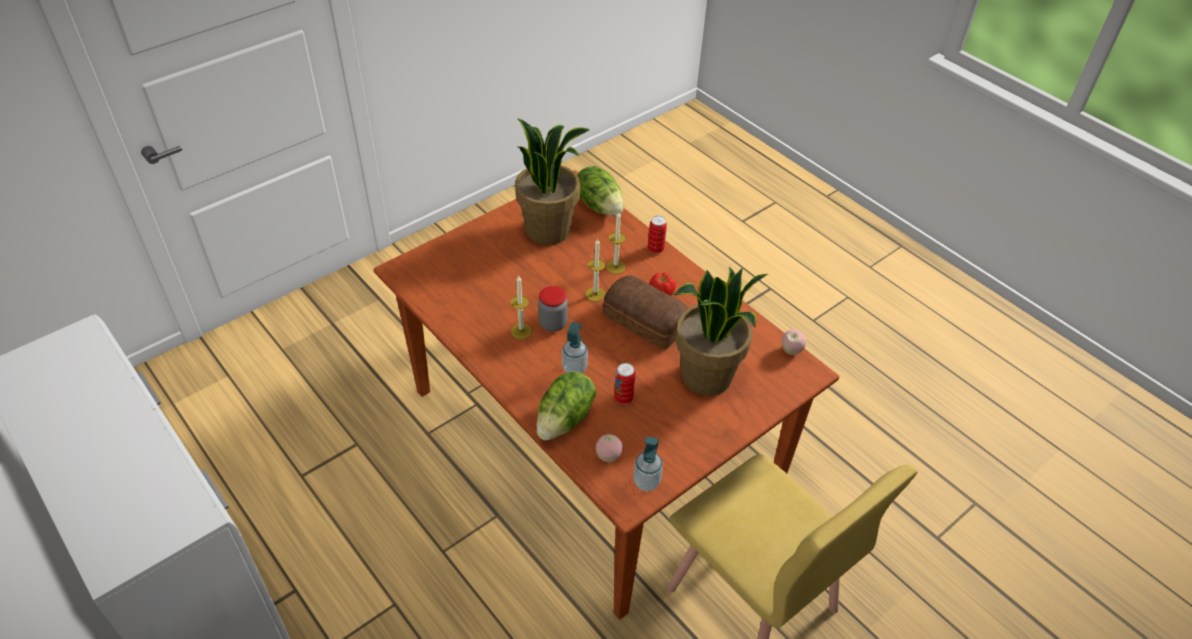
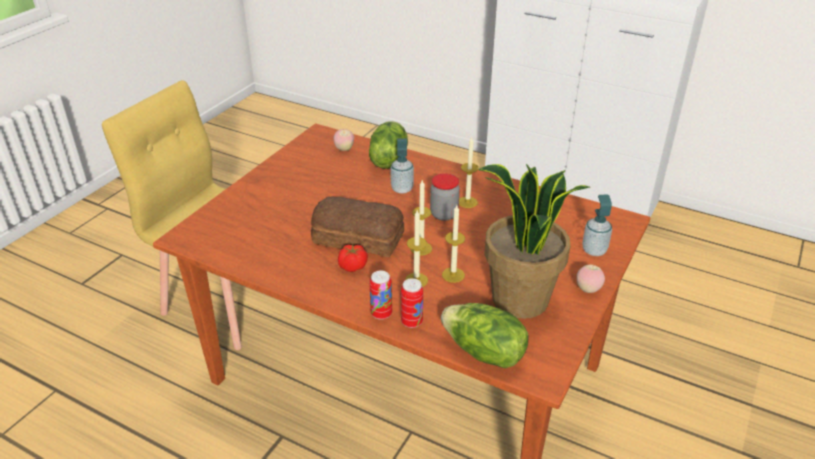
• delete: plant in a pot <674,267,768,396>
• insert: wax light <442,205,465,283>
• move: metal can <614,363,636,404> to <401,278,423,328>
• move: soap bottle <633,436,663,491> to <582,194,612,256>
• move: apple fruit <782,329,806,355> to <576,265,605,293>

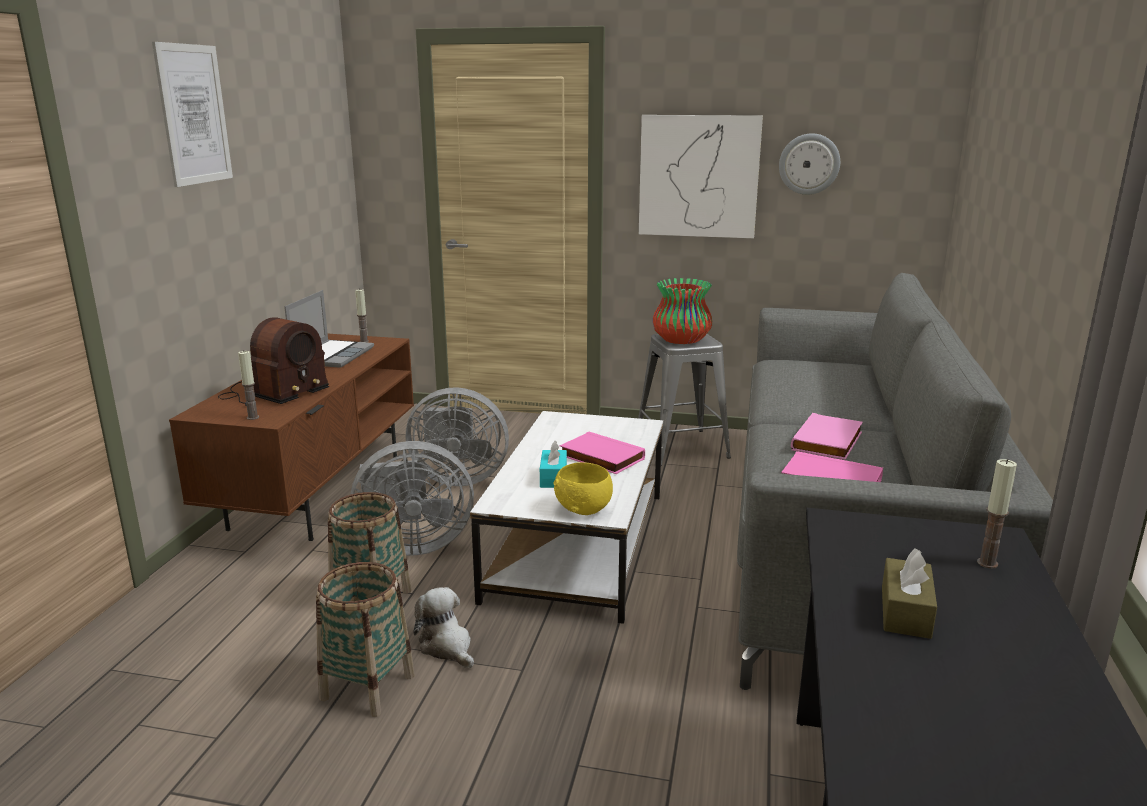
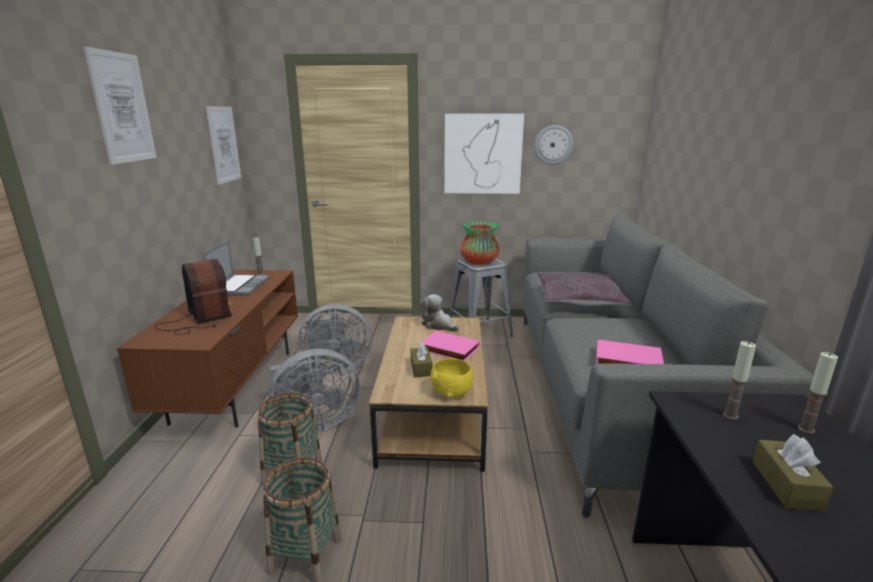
• delete: pink book <791,413,863,460>
• insert: wall art <206,106,241,185>
• insert: gray throw pillow <537,272,632,306>
• move: wax light <238,350,259,420> to <723,341,756,420>
• move: soft toy <413,587,474,668> to <421,294,459,332>
• recolor: white-coloured coffee table <470,411,663,624> to brown-coloured coffee table <369,316,488,472>
• recolor: turquoise-coloured box of tissues <540,441,567,488> to brown-coloured box of tissues <411,342,432,377>
• rotate: radio set <218,317,329,406> = <155,259,232,335> 60 degrees counterclockwise

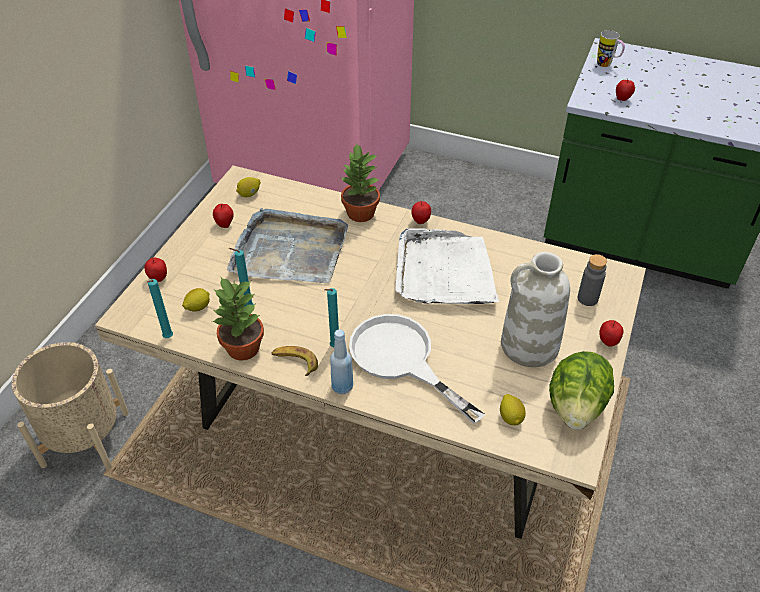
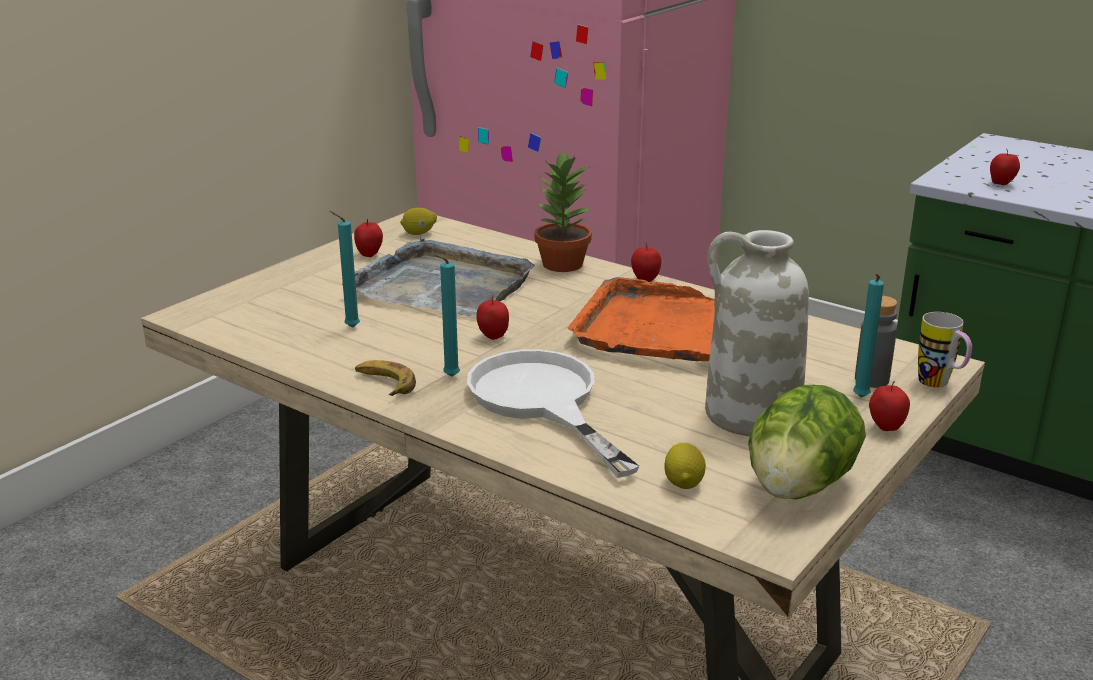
• delete: beige-coloured plant pot <12,342,129,469>
• delete: citrus fruit <182,288,210,312>
• delete: plant in a pot <212,276,264,361>
• delete: blue bottle <330,329,353,394>
• move: apple fruit <144,257,167,282> to <476,295,509,340>
• move: turquoise-coloured wax light <147,279,173,338> to <853,274,884,397>
• move: tea mug <597,30,625,67> to <918,312,972,388>
• recolor: white-coloured carrying tray <395,228,499,304> to orangey carrying tray <568,277,715,361>

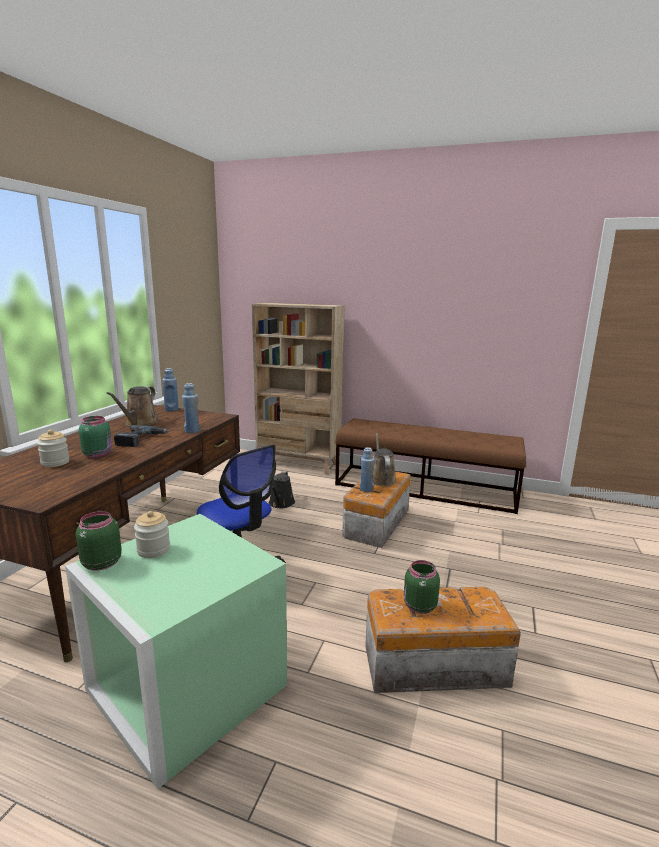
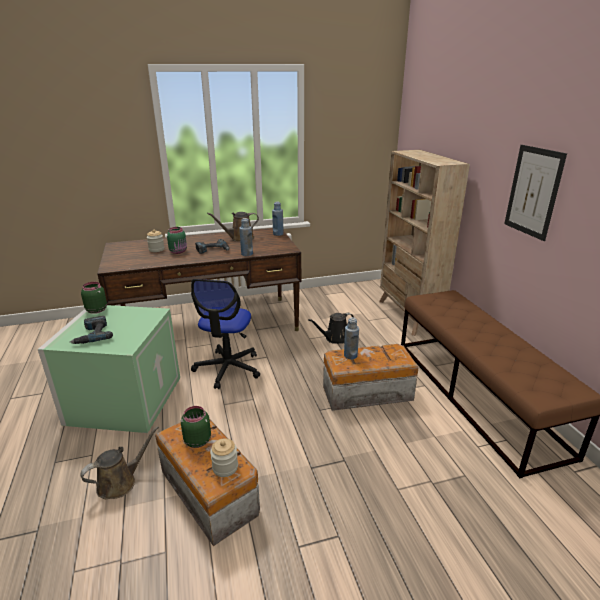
• insert: drill <70,316,113,344>
• insert: wall art <504,145,567,241>
• move: jar <134,511,170,558> to <210,438,238,477>
• move: brown-coloured watering pot <373,433,397,486> to <80,426,159,499>

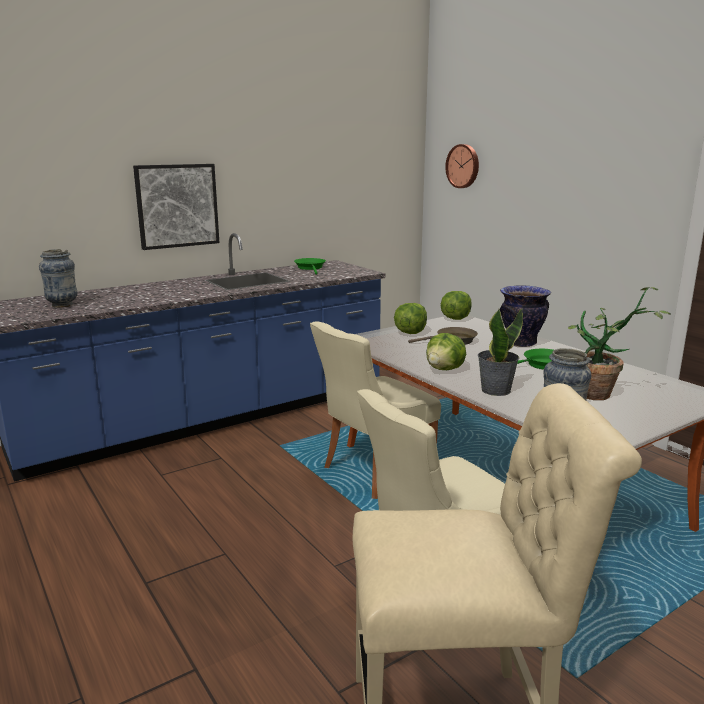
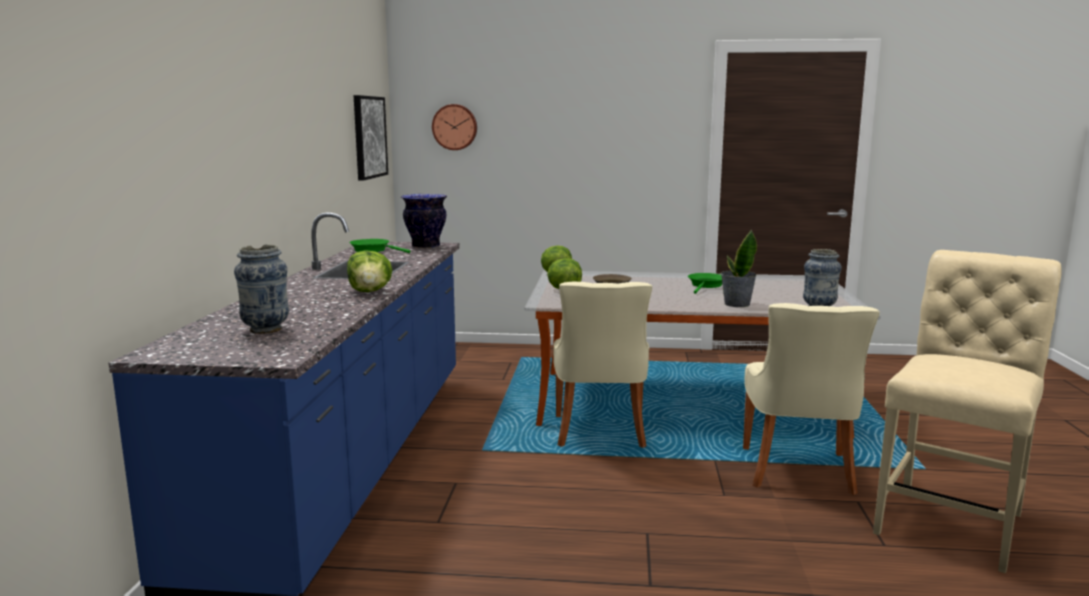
• delete: plant in a pot <568,287,671,400>
• move: wall art <133,164,219,250> to <354,95,388,181>
• move: lettuce head <426,333,466,370> to <347,250,392,292>
• move: vase <500,286,551,347> to <401,194,447,249>

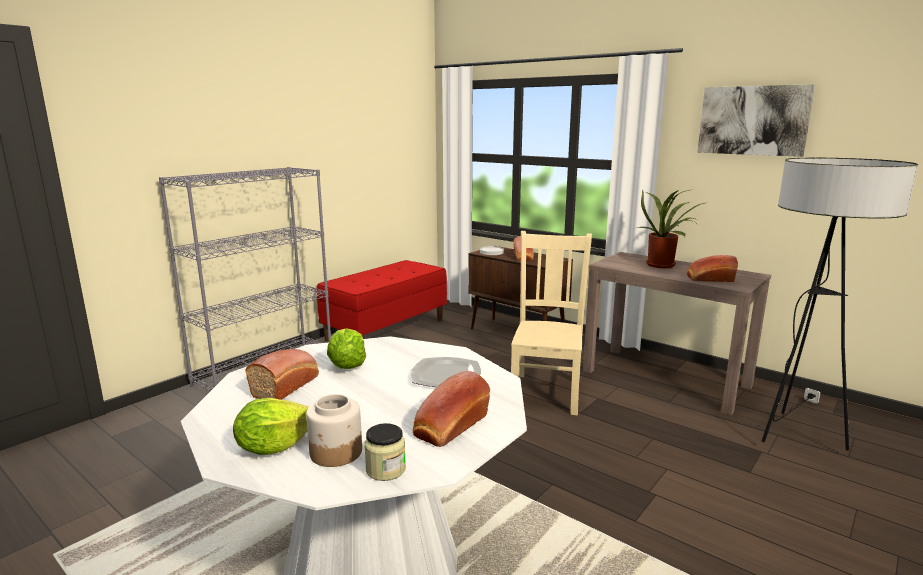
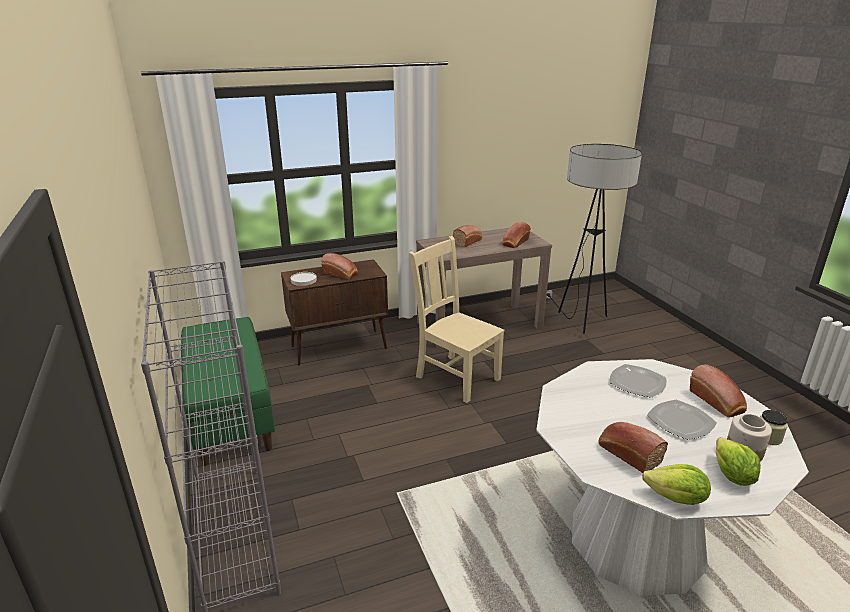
• delete: wall art <697,84,815,157>
• insert: plate <647,400,717,440>
• move: lettuce head <327,328,366,369> to <642,464,711,505>
• replace: plant in a pot <637,189,705,268> to baked bread <453,225,482,248>
• recolor: red-coloured long seat <317,260,447,342> to greenish long seat <181,317,275,466>

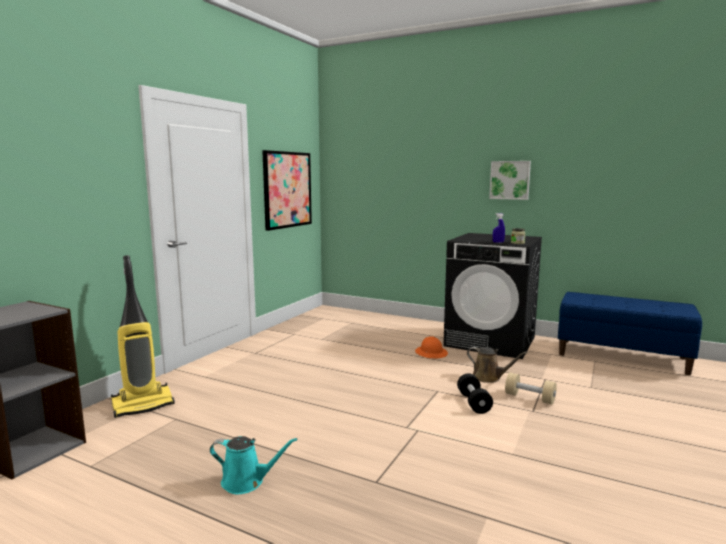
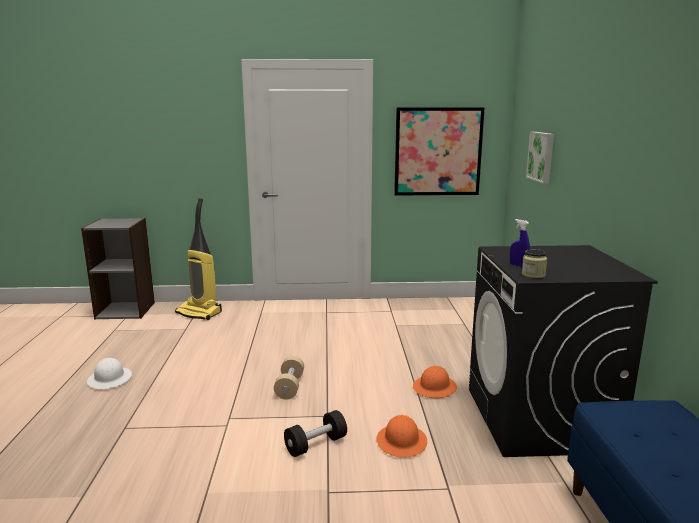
• move: wall art <489,161,531,200> to <526,132,554,184>
• move: beige-coloured dumbbell <505,373,557,404> to <274,356,304,400>
• replace: turquoise-coloured watering pot <210,436,298,494> to white-coloured hard hat <87,358,132,389>
• replace: brown-coloured watering pot <467,347,528,383> to orangey hard hat <377,415,427,458>

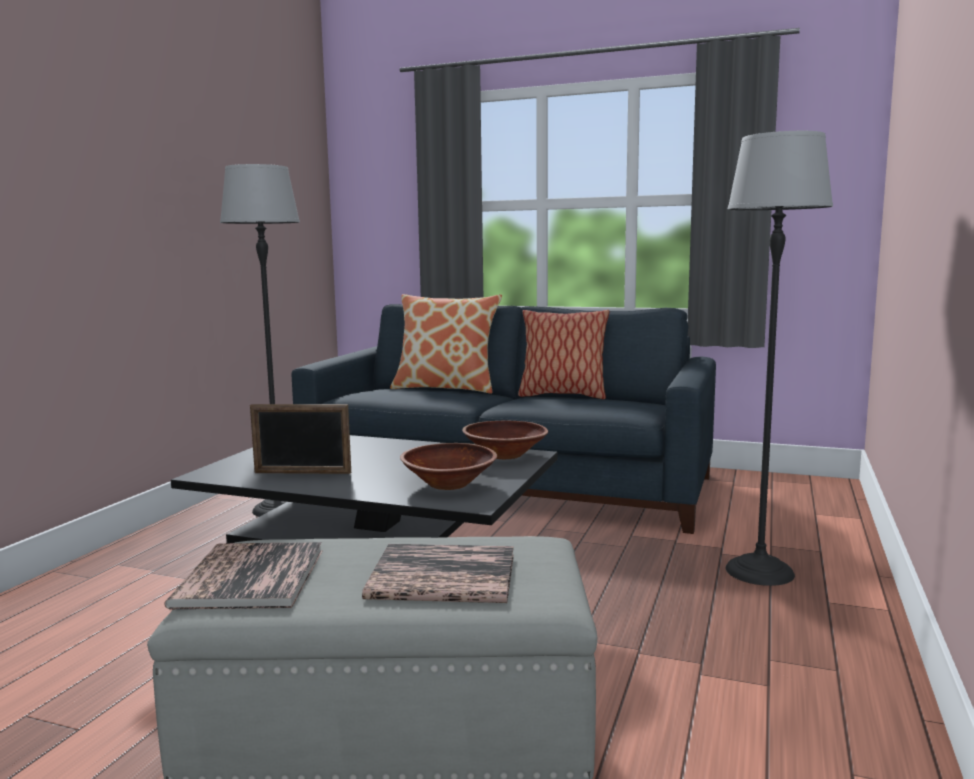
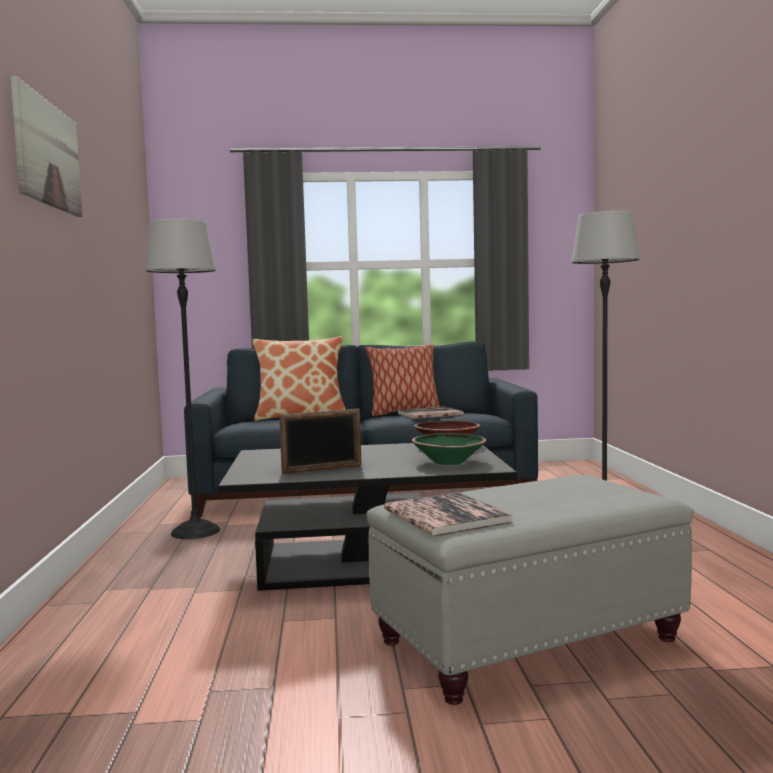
• insert: wall art <11,76,82,217>
• move: book <362,544,514,603> to <398,406,464,419>
• recolor: brown-coloured bowl <400,443,497,490> to greenish bowl <412,433,486,465>

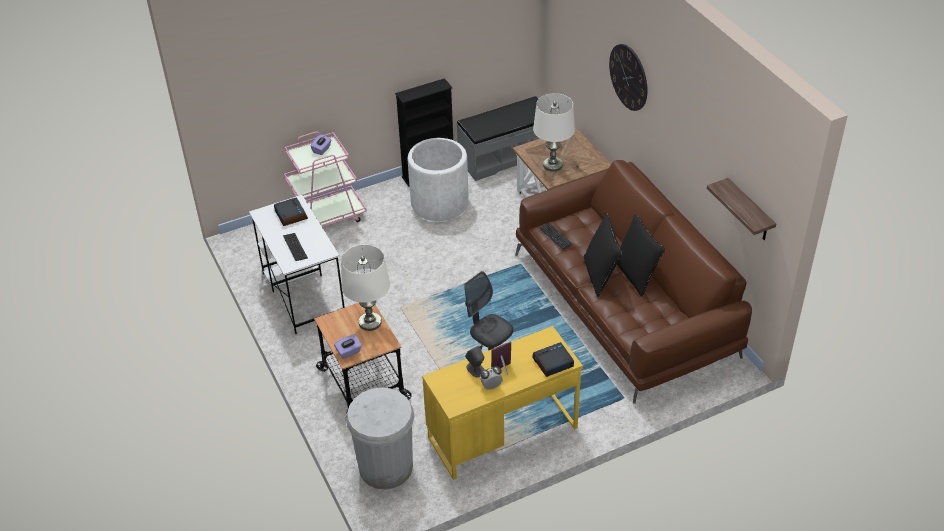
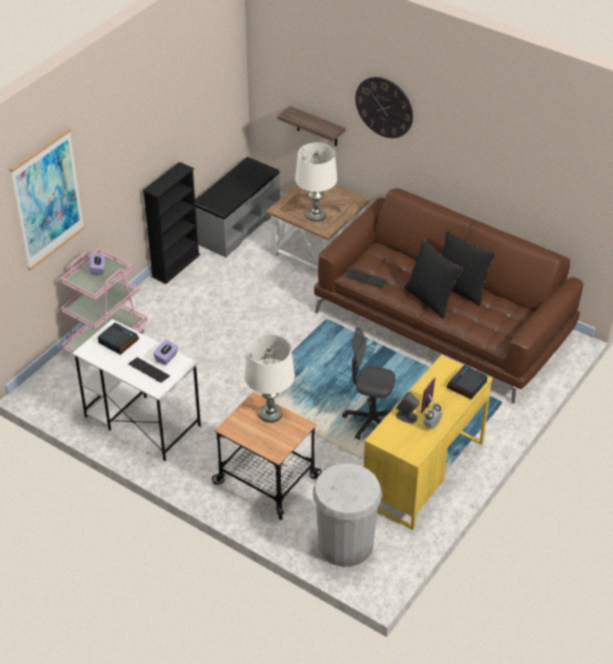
• delete: white-coloured plant pot <408,138,469,221>
• insert: wall art <10,128,85,270>
• move: purple box of tissues <334,334,362,359> to <153,340,178,365>
• move: shelf <707,178,776,240> to <277,106,345,146>

